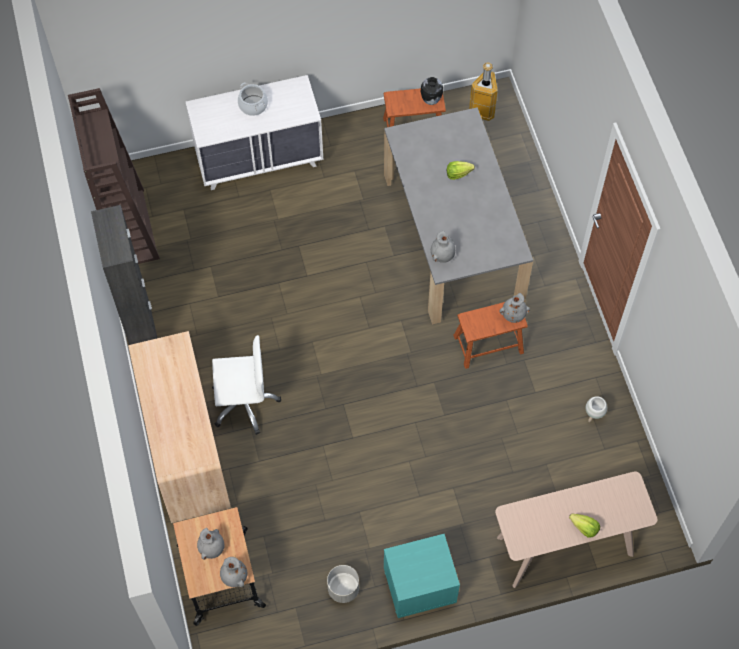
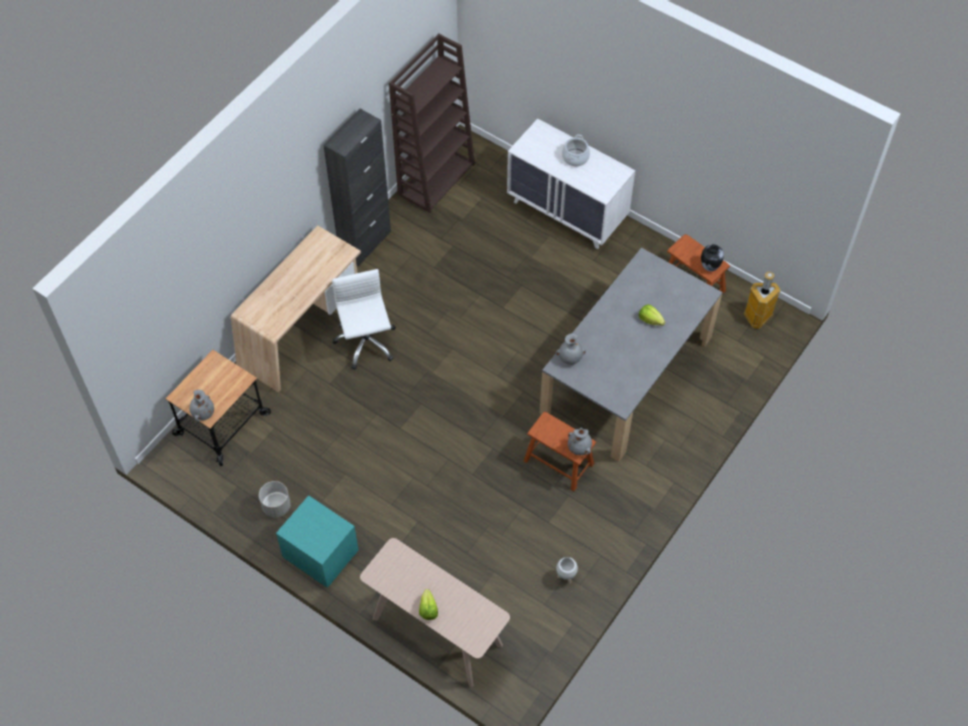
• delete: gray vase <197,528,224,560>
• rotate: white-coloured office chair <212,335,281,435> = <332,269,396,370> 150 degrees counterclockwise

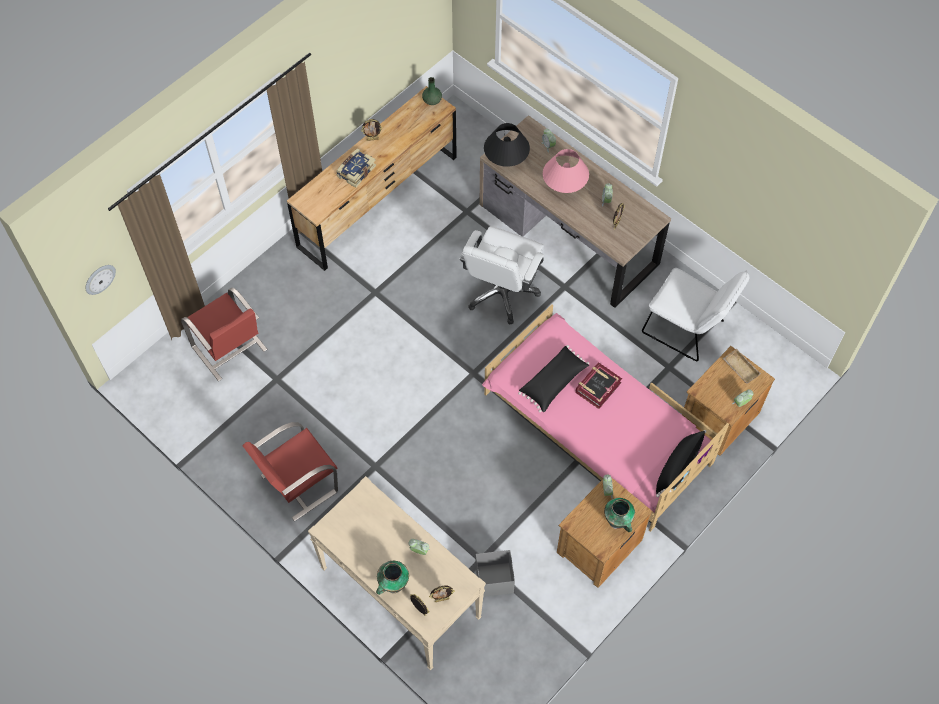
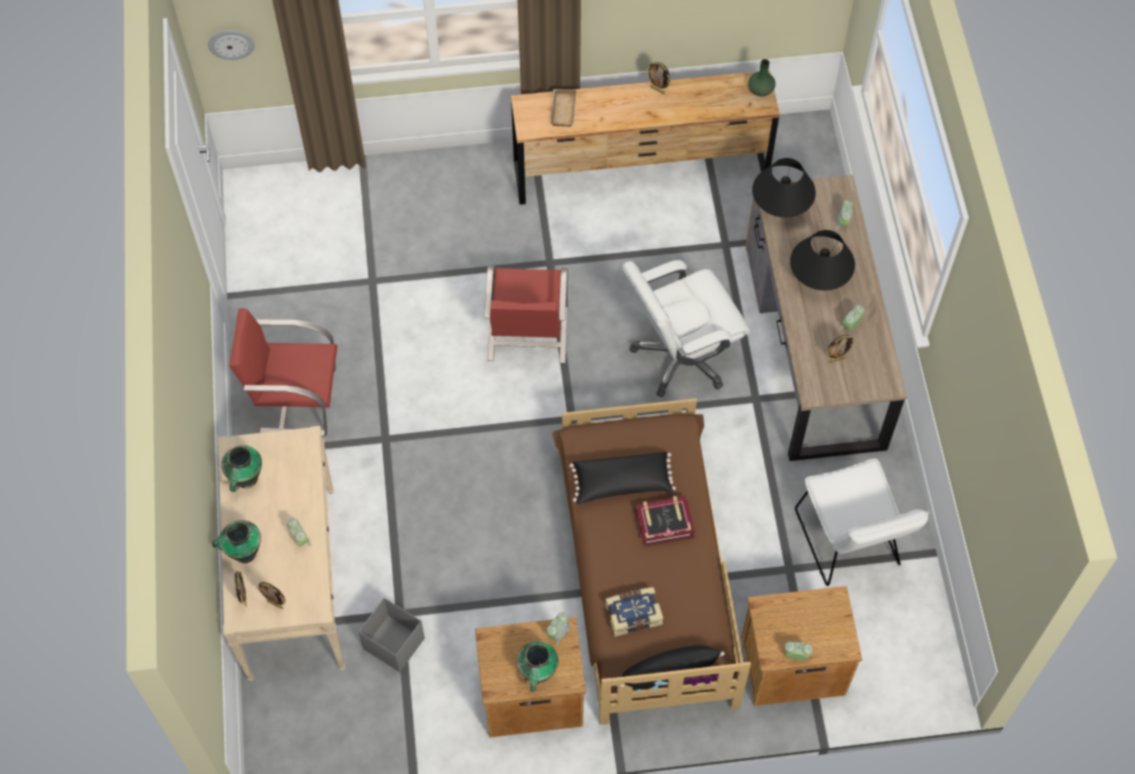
• insert: vase <221,445,262,492>
• move: red-coloured chair <181,288,267,381> to <484,265,568,363>
• move: book <336,149,376,188> to <605,587,664,637>
• move: beige-coloured carrying tray <723,349,761,384> to <550,89,576,127>
• recolor: pink bedroom bed <482,304,729,532> to brown-coloured bedroom bed <552,398,751,725>
• recolor: pink table lamp <543,149,589,193> to black-coloured table lamp <790,230,855,291>

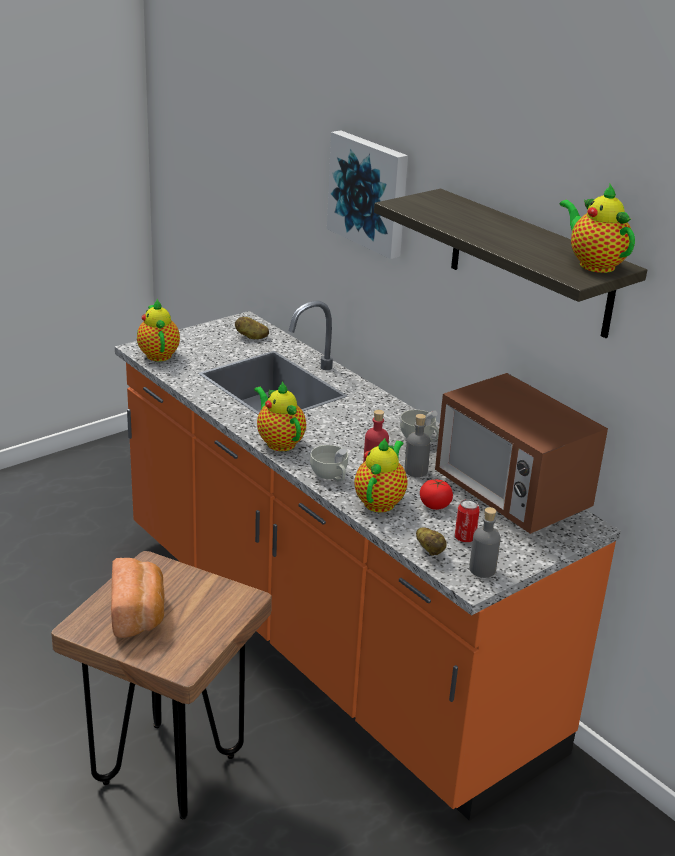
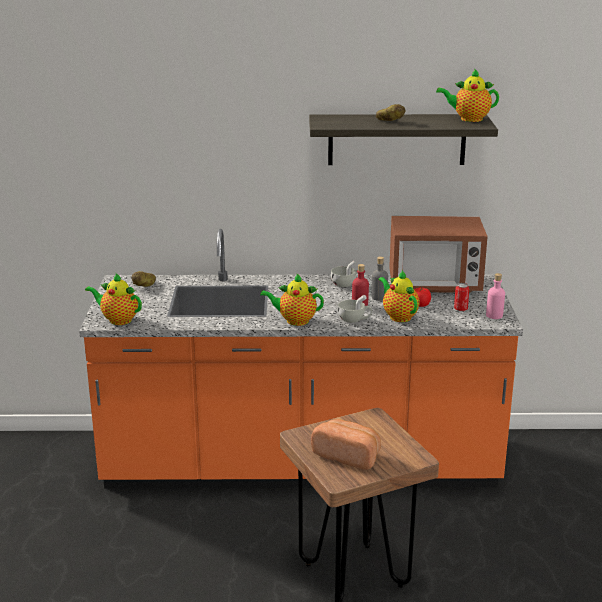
• delete: wall art <327,130,408,259>
• move: potato <416,527,446,556> to <376,104,405,121>
• recolor: gray bottle <469,507,501,578> to pink bottle <486,273,505,319>

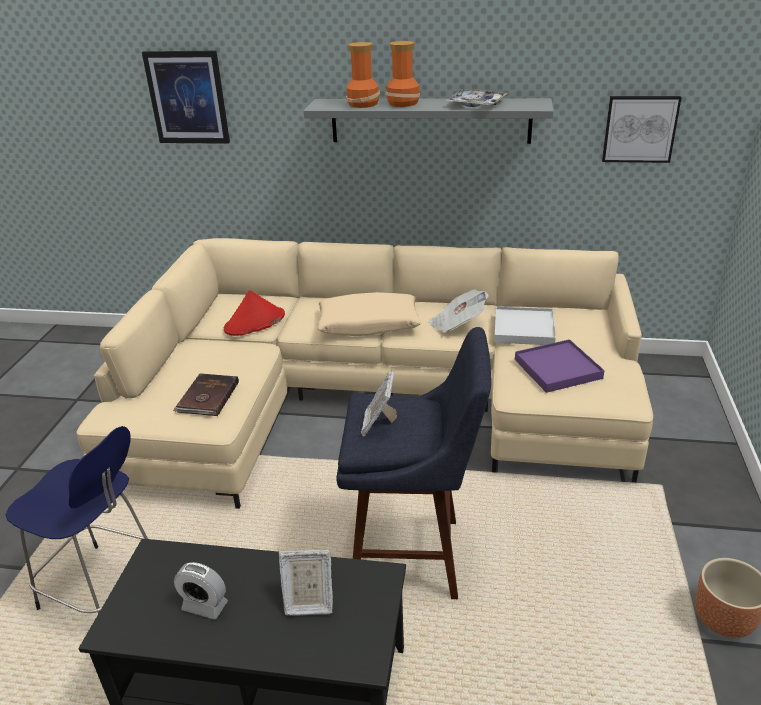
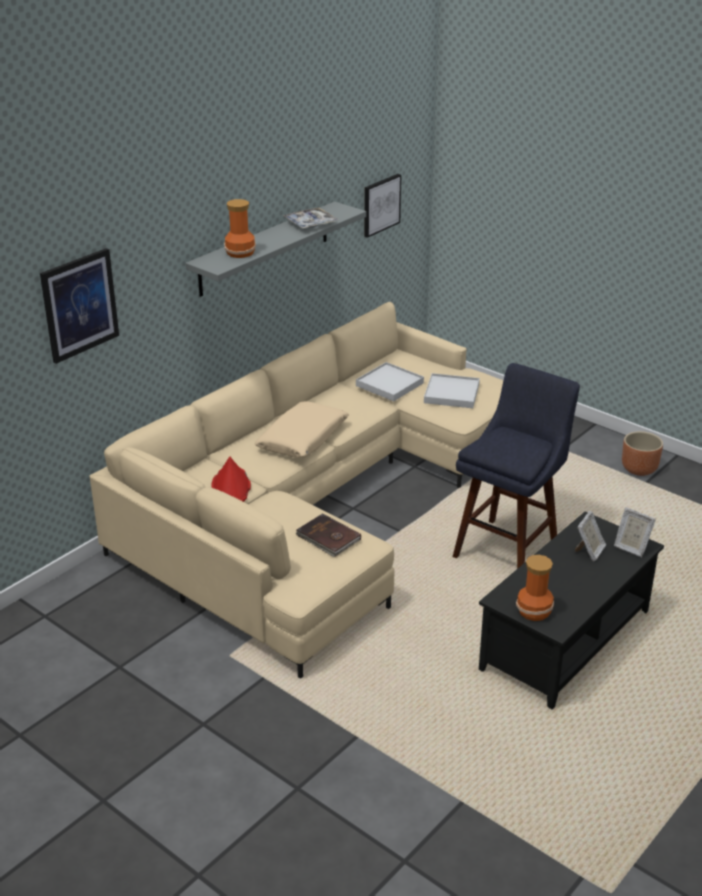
• delete: blue sitting stool <5,426,148,614>
• delete: alarm clock <174,562,228,620>
• delete: daily paper <428,289,489,333>
• move: picture frame <361,371,397,436> to <614,507,655,557>
• move: vase <385,41,421,107> to <516,555,554,621>
• recolor: purple carrying tray <515,339,605,393> to white-coloured carrying tray <424,373,480,408>

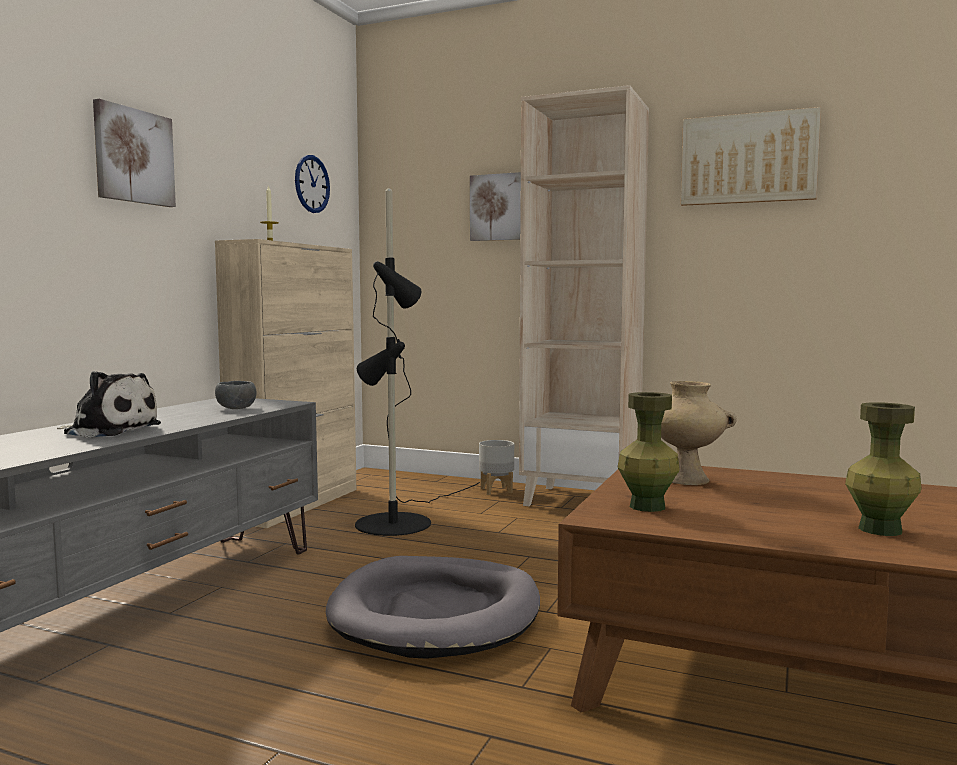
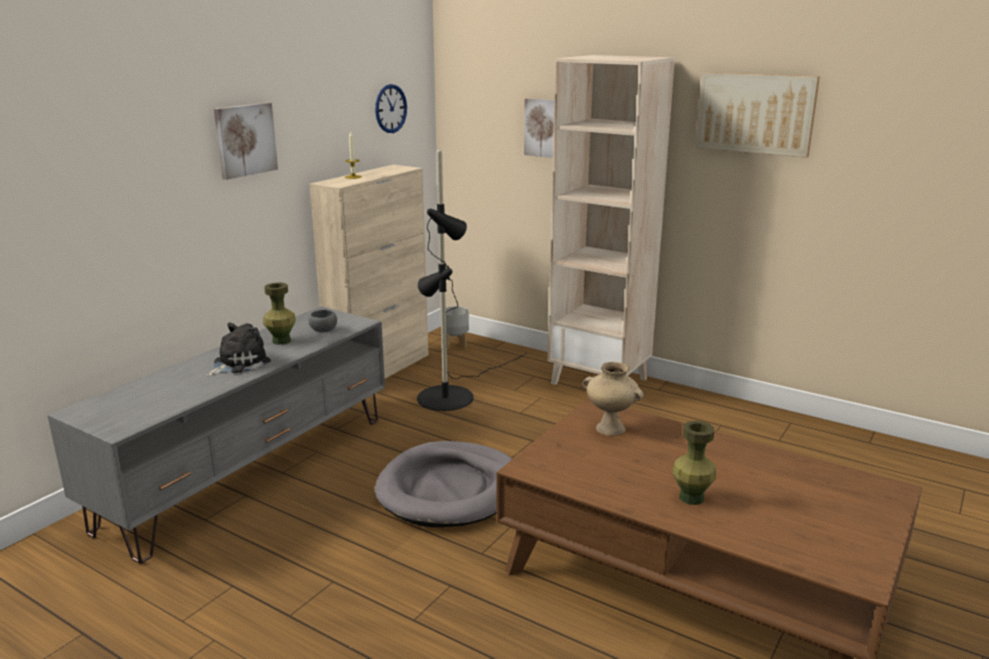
• move: gray plant pot <479,440,514,495> to <446,306,469,349>
• move: greenish vase <617,392,680,512> to <263,283,296,345>
• rotate: soft toy <57,371,161,438> = <206,322,271,376> 75 degrees counterclockwise

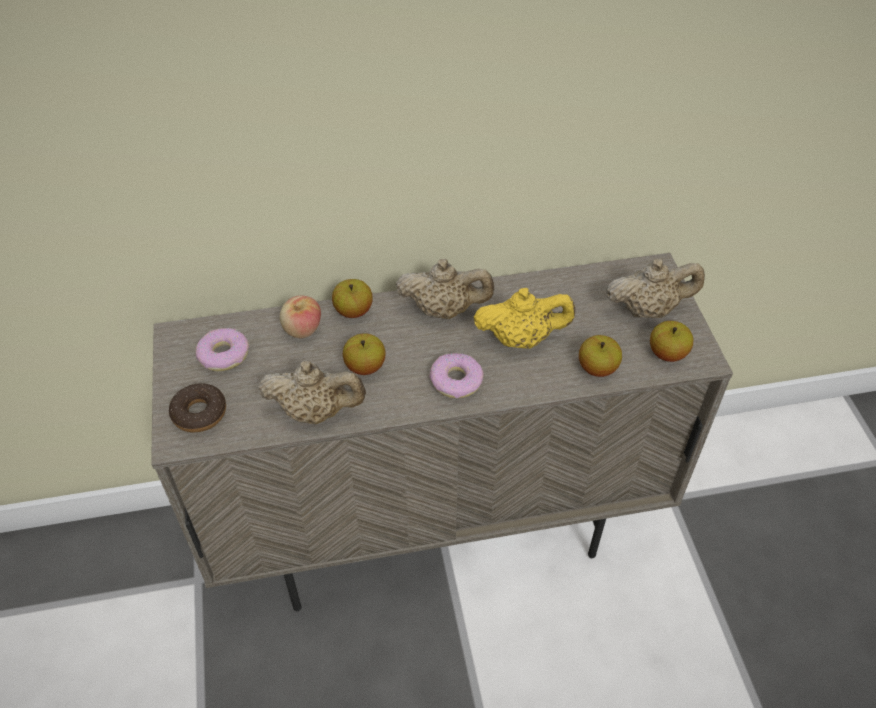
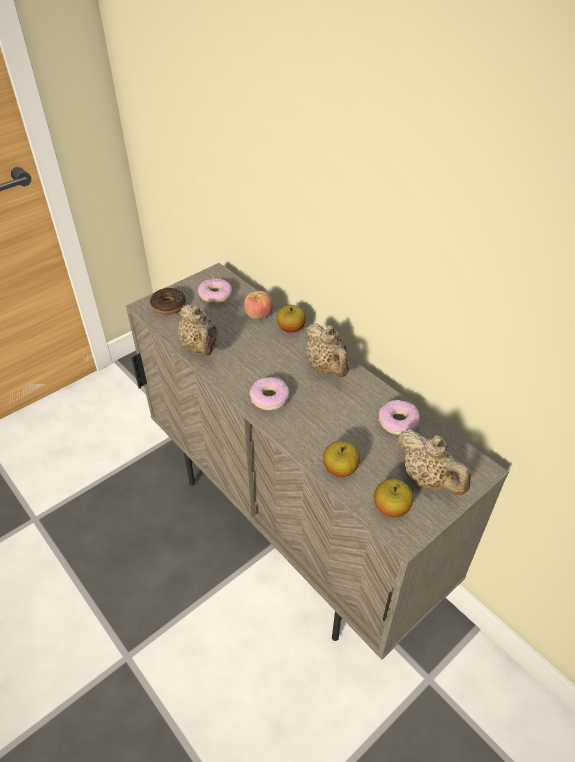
• delete: apple fruit <343,333,385,375>
• delete: yellow teapot <474,288,575,349>
• insert: donut <378,400,420,435>

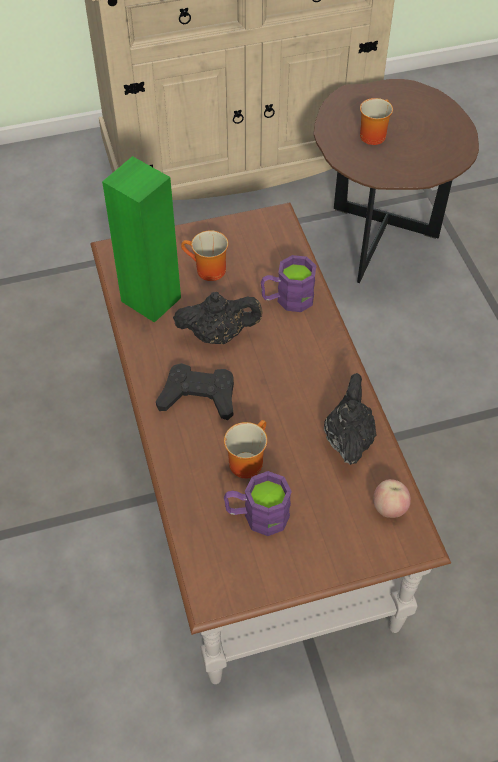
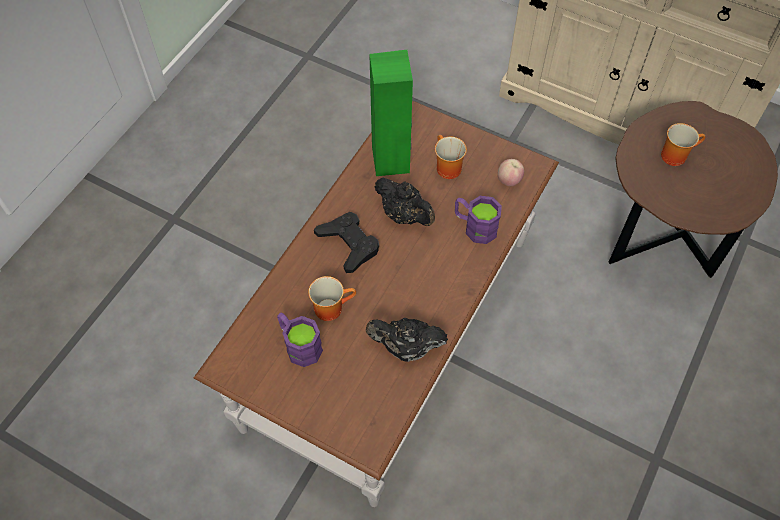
• move: apple fruit <373,479,411,518> to <498,159,524,186>
• rotate: black-coloured teapot <324,373,376,465> = <366,318,448,362> 135 degrees counterclockwise

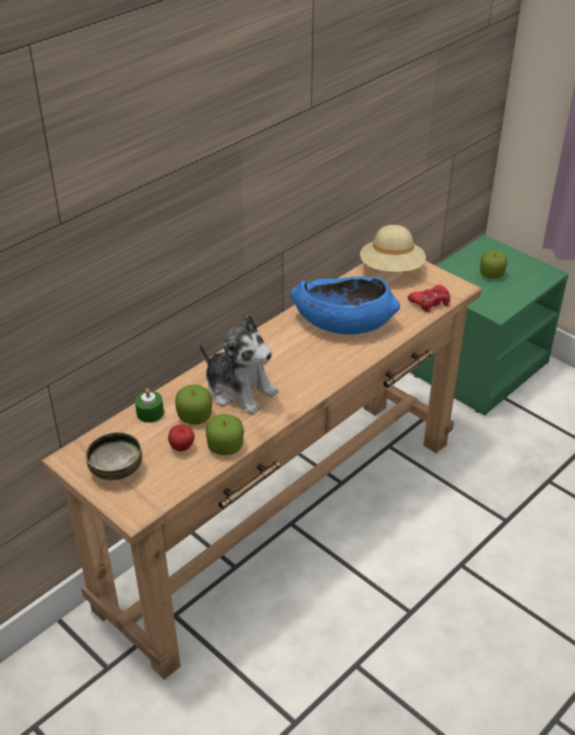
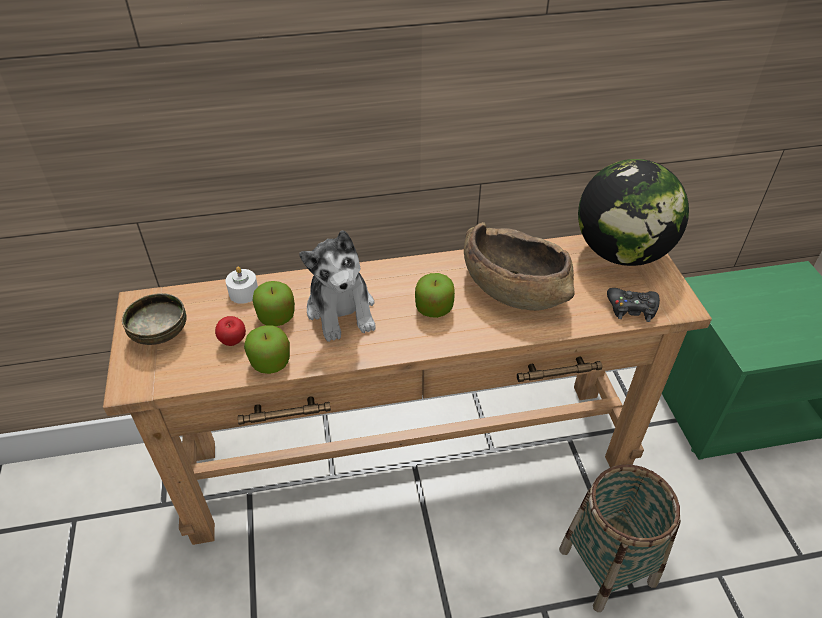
• insert: basket <559,465,681,612>
• move: apple fruit <480,250,507,279> to <415,273,455,318>
• replace: beige-coloured wearable hat <360,225,426,272> to globe <578,159,689,266>
• recolor: greenish wax light <135,388,164,423> to white-coloured wax light <226,266,258,304>
• recolor: blue bowl <290,276,400,334> to brown-coloured bowl <464,222,574,311>
• recolor: red-coloured joypad <408,285,450,312> to black-coloured joypad <607,288,660,322>

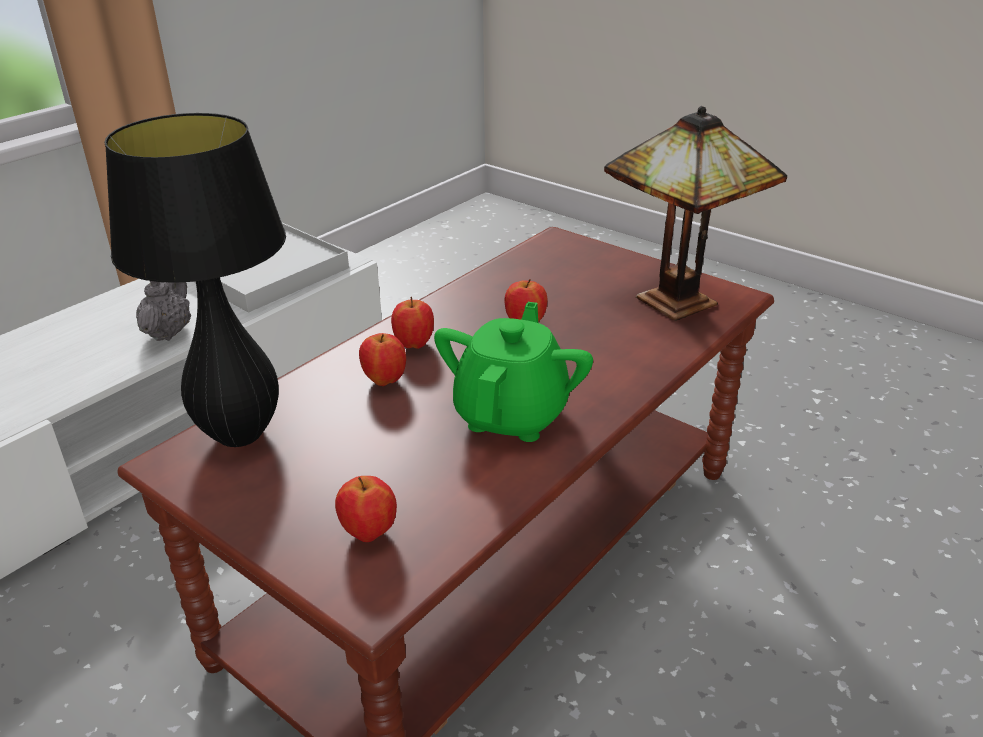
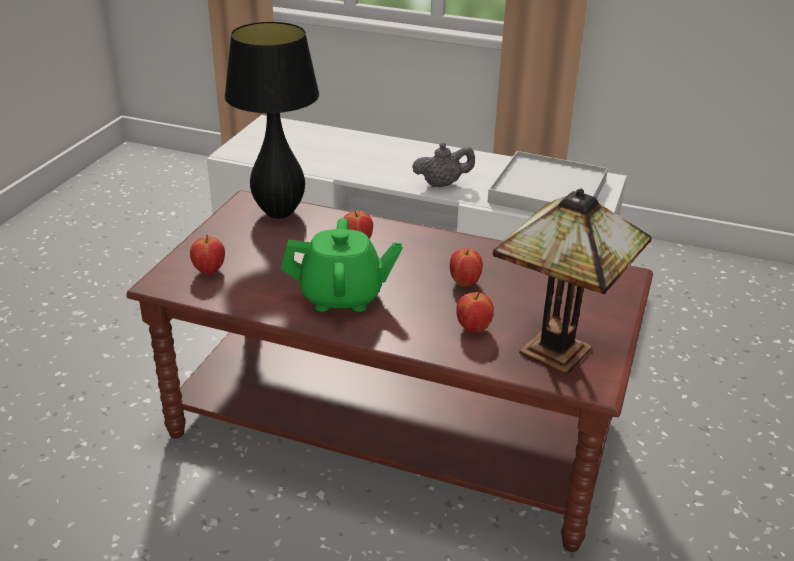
• move: apple fruit <391,297,434,349> to <456,292,494,333>

